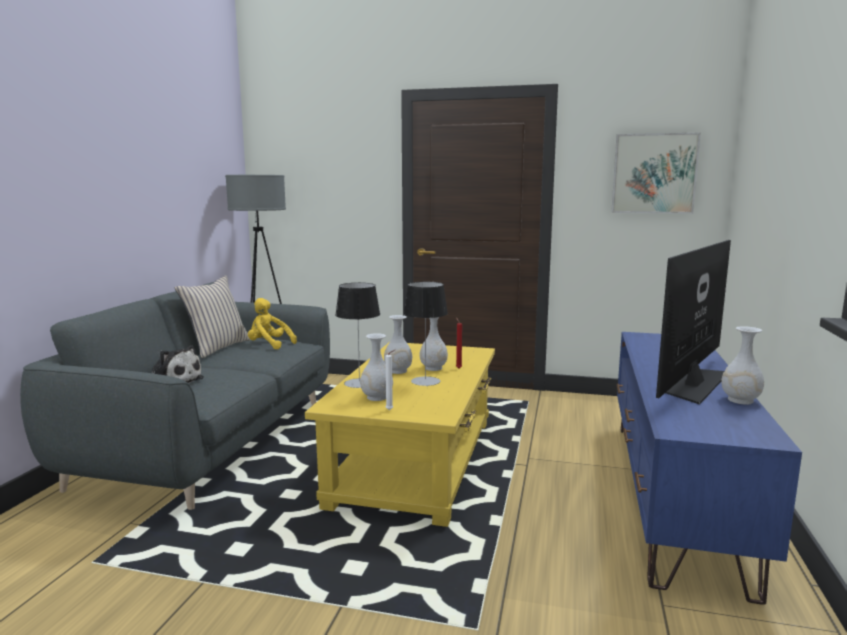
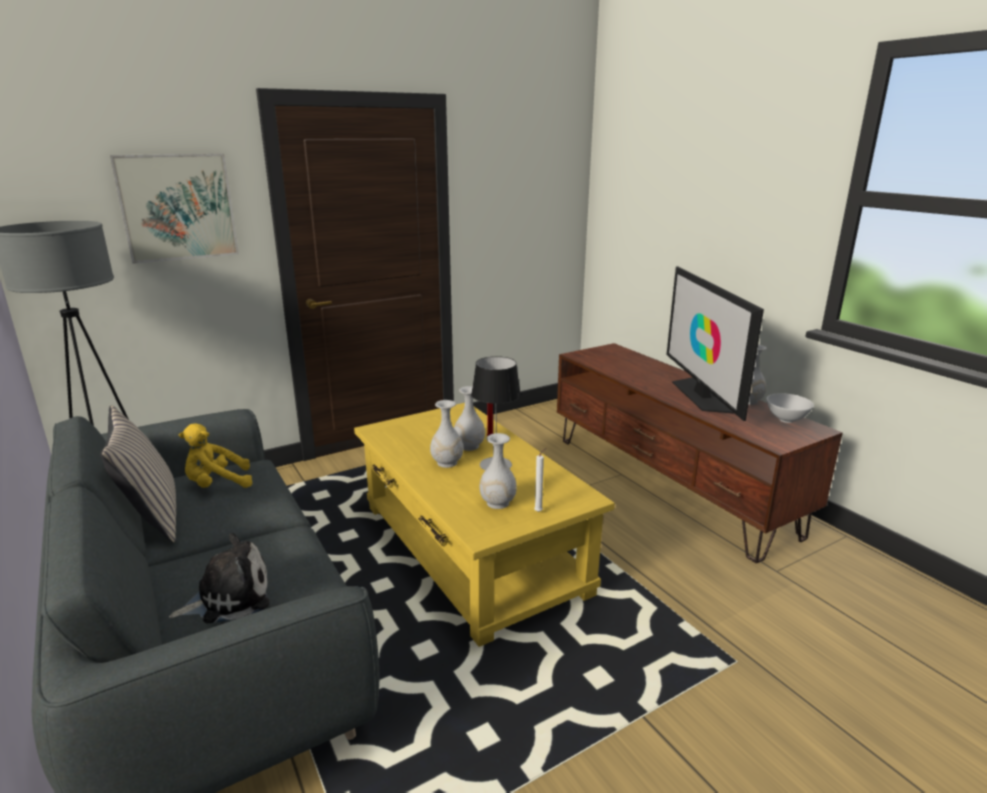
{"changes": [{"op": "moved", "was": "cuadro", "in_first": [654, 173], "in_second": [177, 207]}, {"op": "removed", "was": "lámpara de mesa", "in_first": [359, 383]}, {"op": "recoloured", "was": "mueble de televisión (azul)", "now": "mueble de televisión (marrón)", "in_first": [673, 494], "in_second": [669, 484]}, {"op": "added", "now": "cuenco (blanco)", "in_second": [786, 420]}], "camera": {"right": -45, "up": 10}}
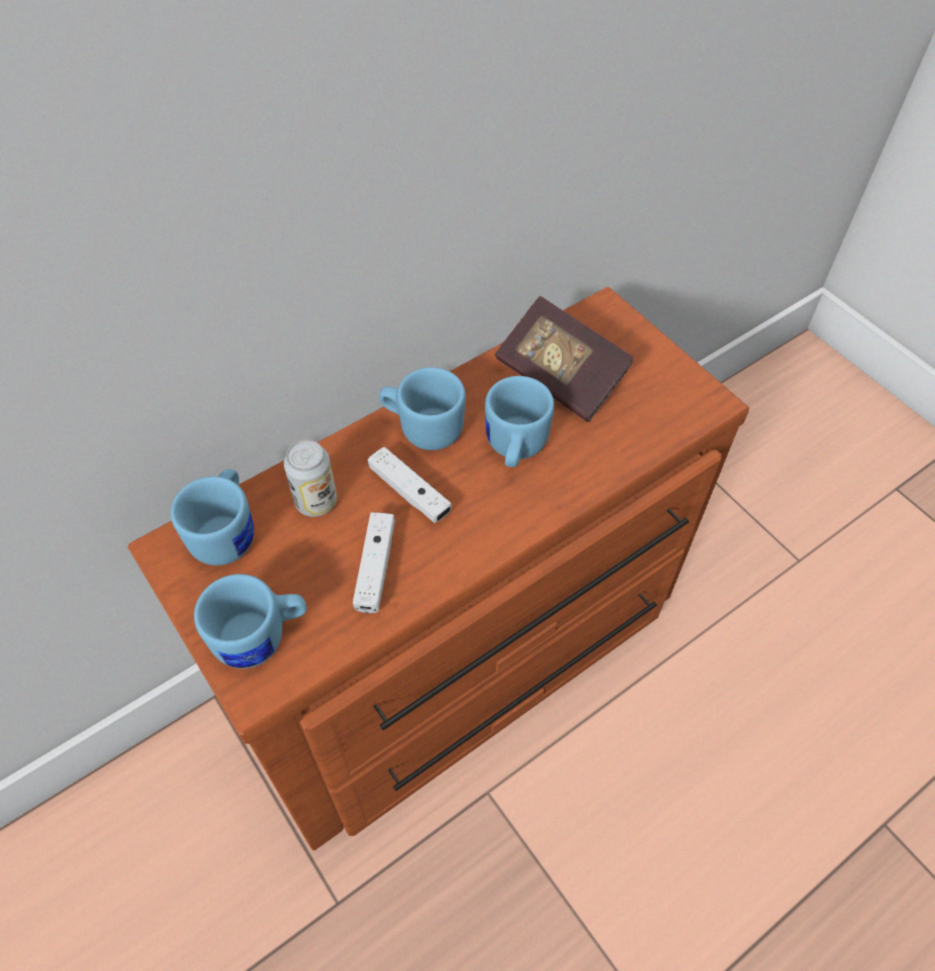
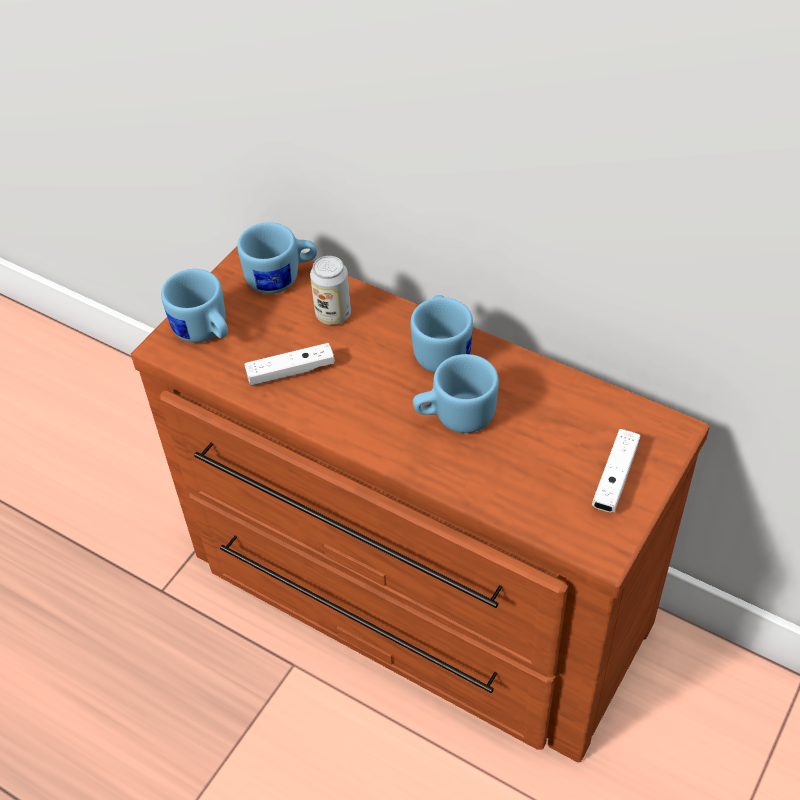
{"changes": [{"op": "removed", "was": "libro", "in_first": [560, 376]}, {"op": "moved", "was": "mando de consola (blanco)", "in_first": [409, 492], "in_second": [615, 478]}], "camera": {"right": 70, "up": -5}}
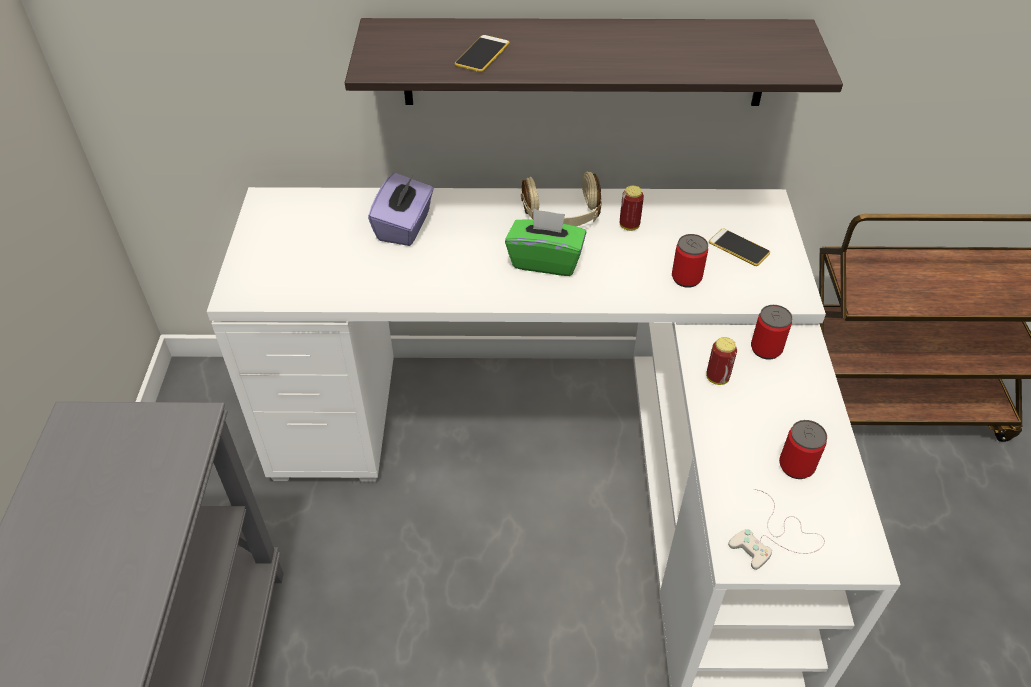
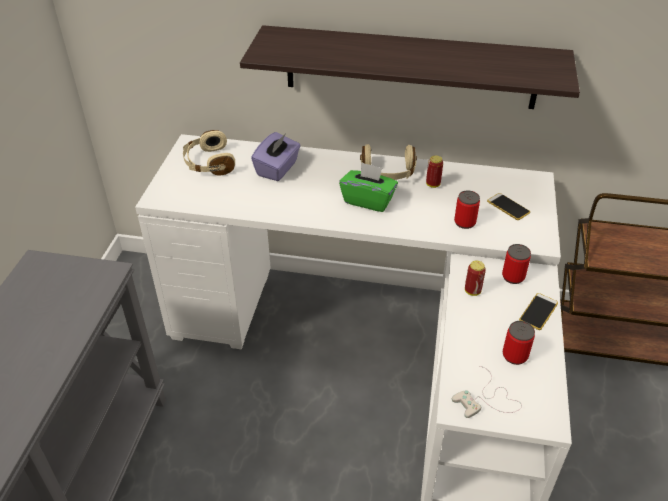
{"changes": [{"op": "moved", "was": "móvil", "in_first": [482, 54], "in_second": [538, 312]}, {"op": "added", "now": "auriculares (beis)", "in_second": [208, 163]}], "camera": {"right": 10, "up": -5}}
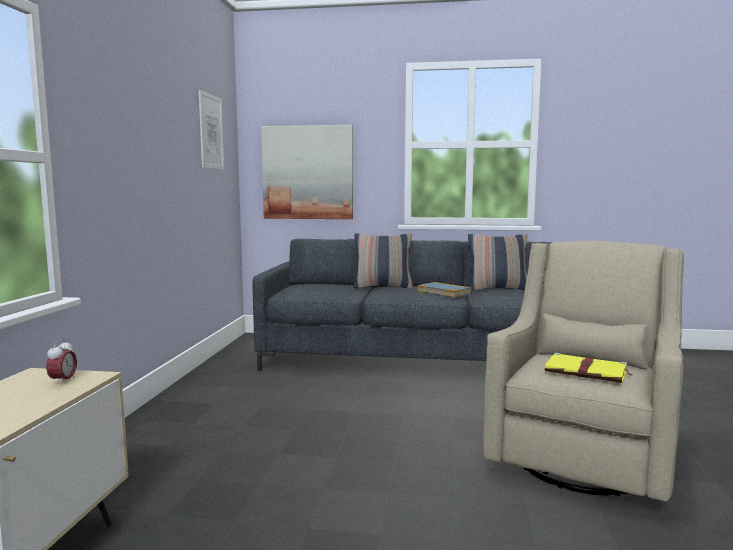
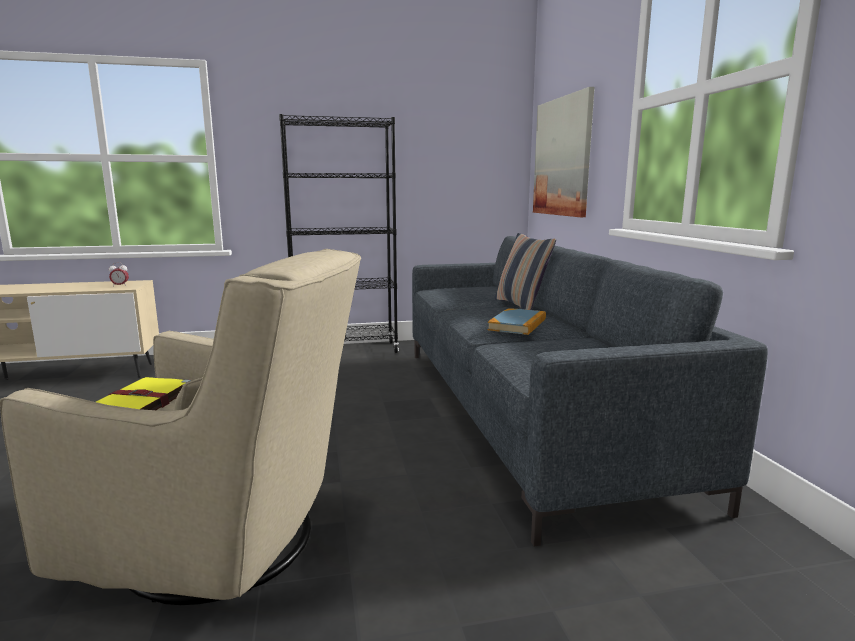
{"changes": [{"op": "removed", "was": "cuadro", "in_first": [211, 132]}, {"op": "removed", "was": "cojín", "in_first": [497, 289]}, {"op": "added", "now": "estantería (negro)", "in_second": [346, 350]}], "camera": {"right": 70, "up": 5}}
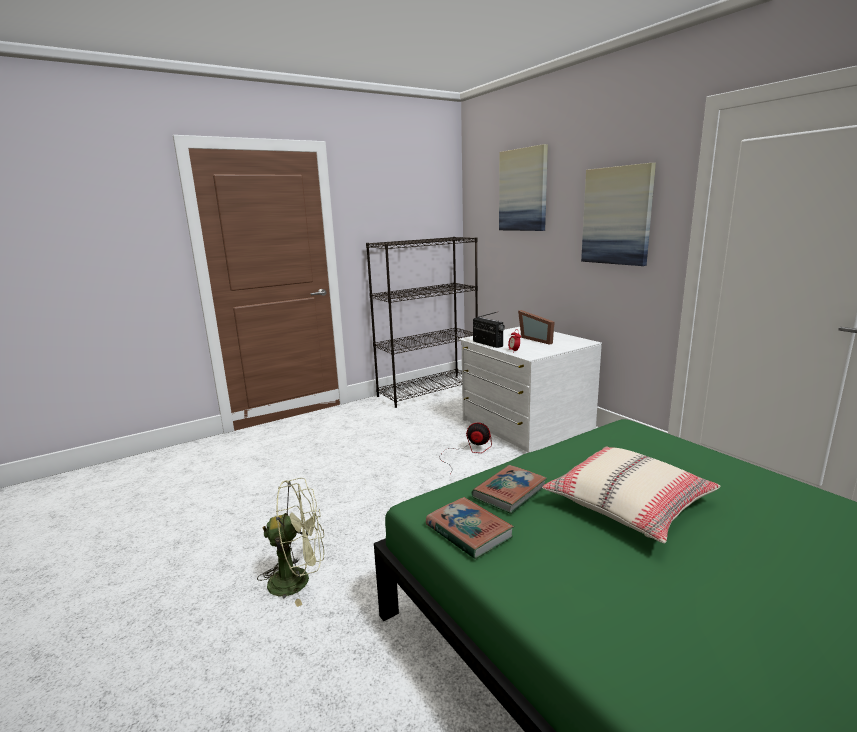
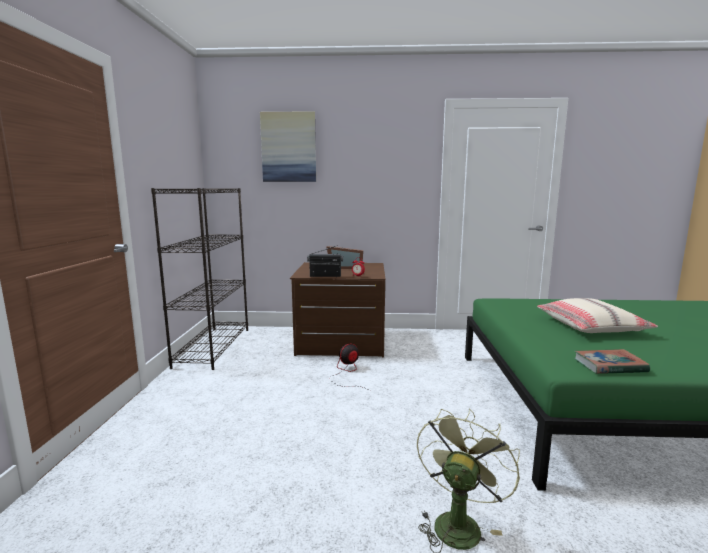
{"changes": [{"op": "removed", "was": "cuadro", "in_first": [617, 216]}, {"op": "recoloured", "was": "cómoda (blanco)", "now": "cómoda (marrón)", "in_first": [525, 425], "in_second": [341, 342]}, {"op": "removed", "was": "libro", "in_first": [509, 492]}], "camera": {"right": -55, "up": -5}}
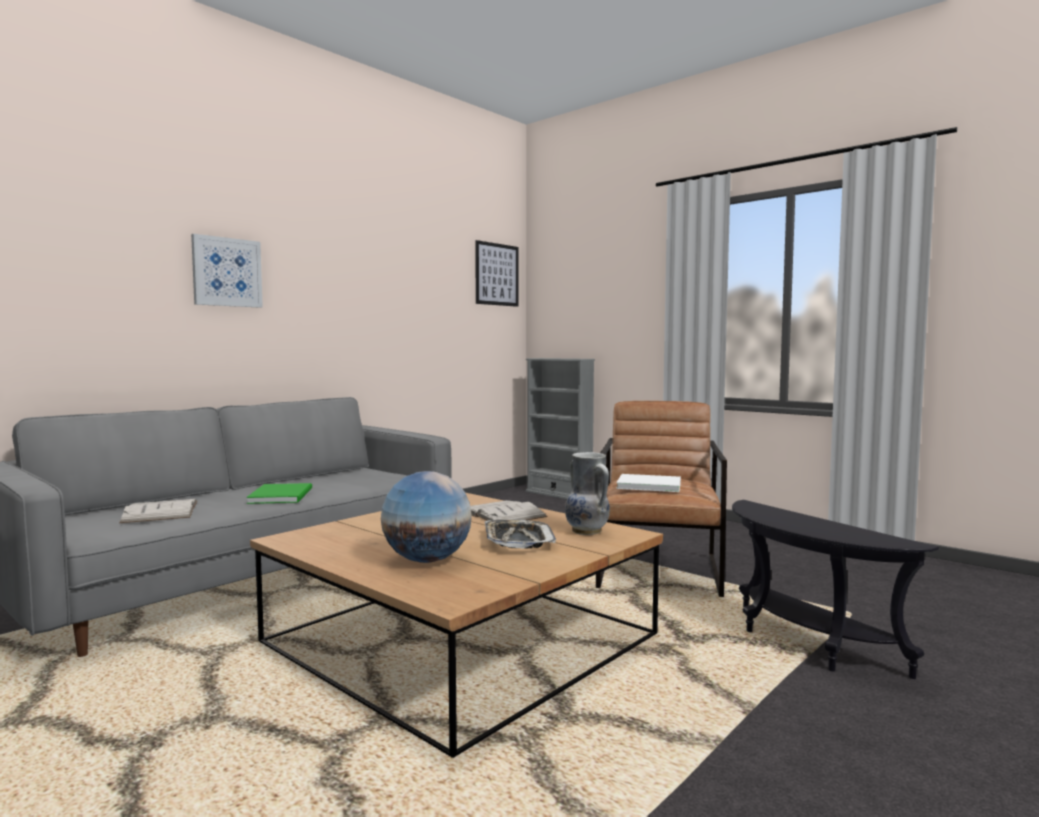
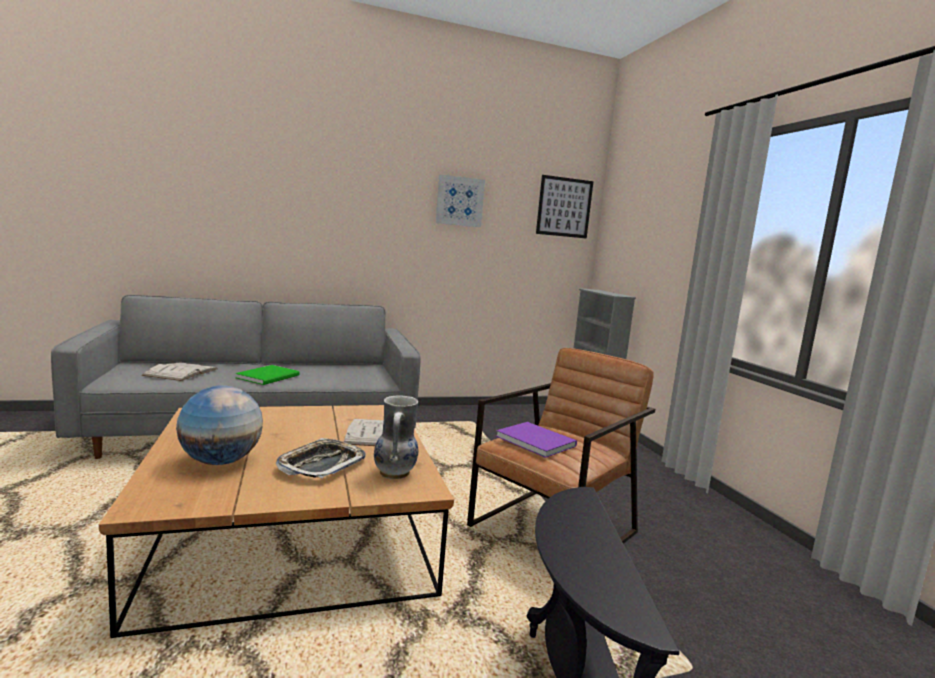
{"changes": [{"op": "moved", "was": "cuadro", "in_first": [227, 272], "in_second": [459, 201]}, {"op": "recoloured", "was": "libro (blanco)", "now": "libro (morado)", "in_first": [647, 485], "in_second": [535, 440]}], "camera": {"right": 30, "up": 5}}
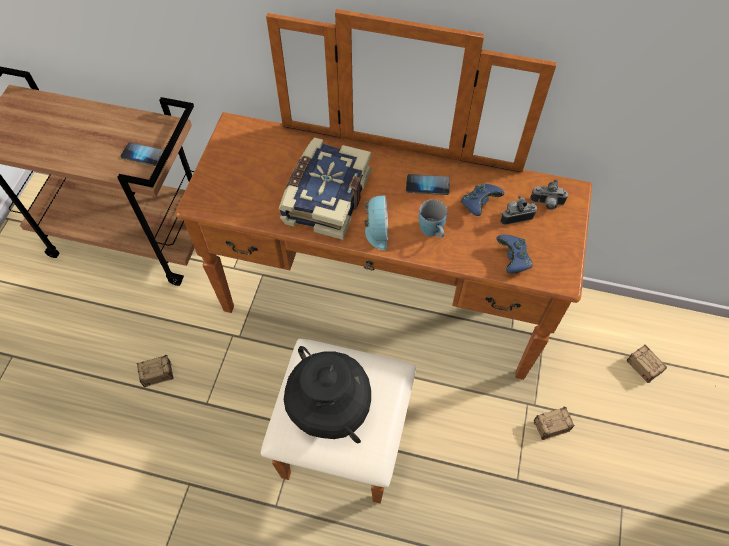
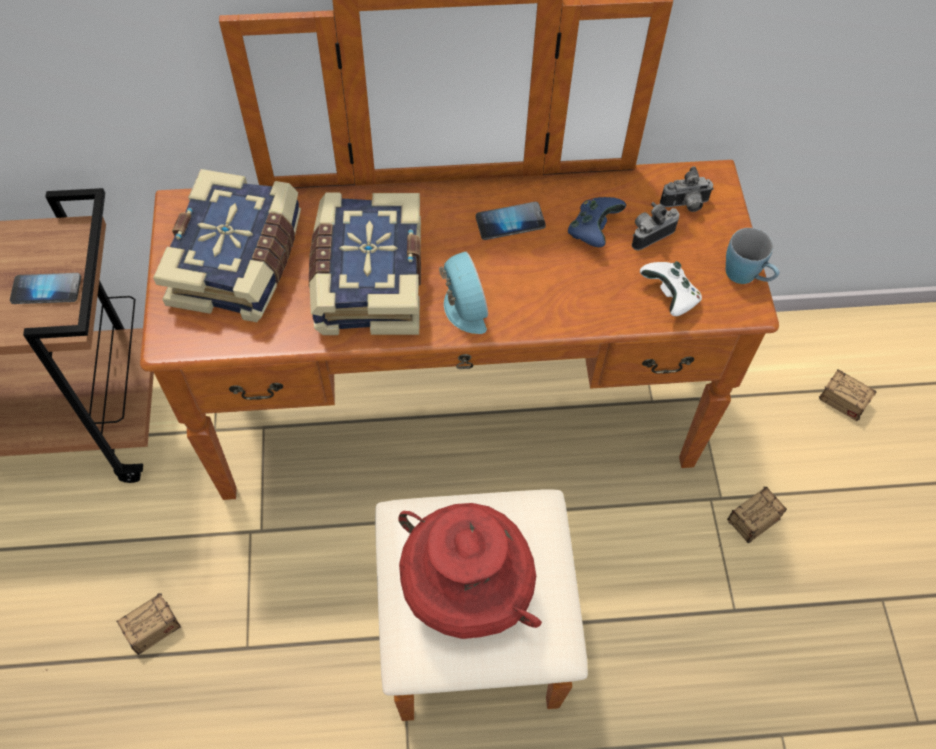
{"changes": [{"op": "moved", "was": "taza grande (azul)", "in_first": [433, 232], "in_second": [747, 276]}, {"op": "recoloured", "was": "mando de consola (azul)", "now": "mando de consola (blanco)", "in_first": [513, 260], "in_second": [670, 297]}, {"op": "recoloured", "was": "florero (negro)", "now": "florero (rojo)", "in_first": [330, 409], "in_second": [467, 592]}, {"op": "added", "now": "libro", "in_second": [239, 262]}], "camera": {"right": -20, "up": 0}}
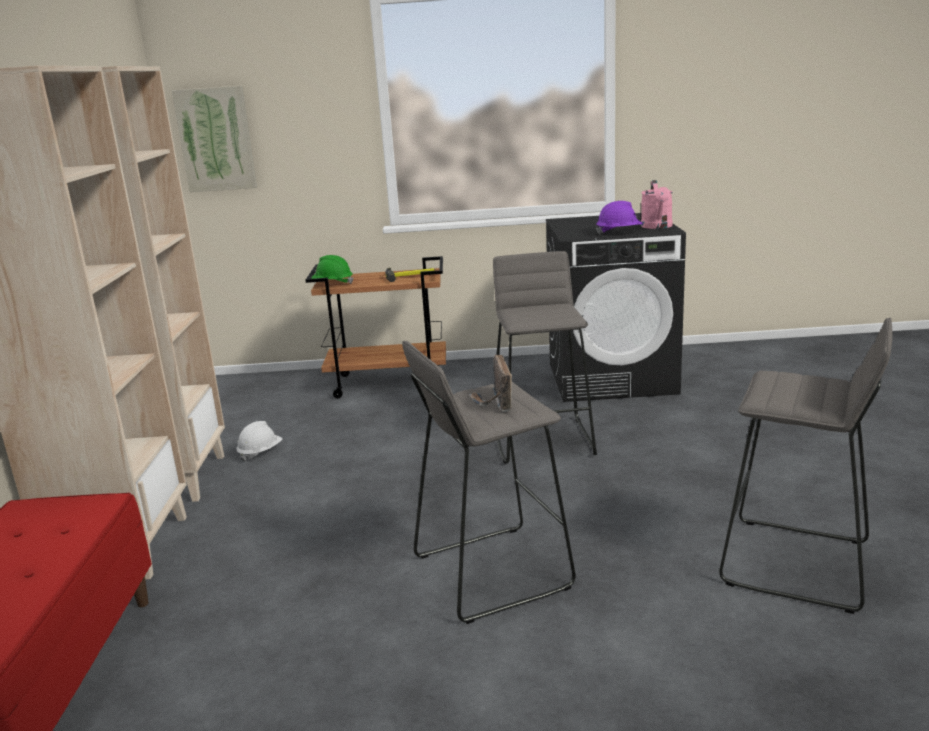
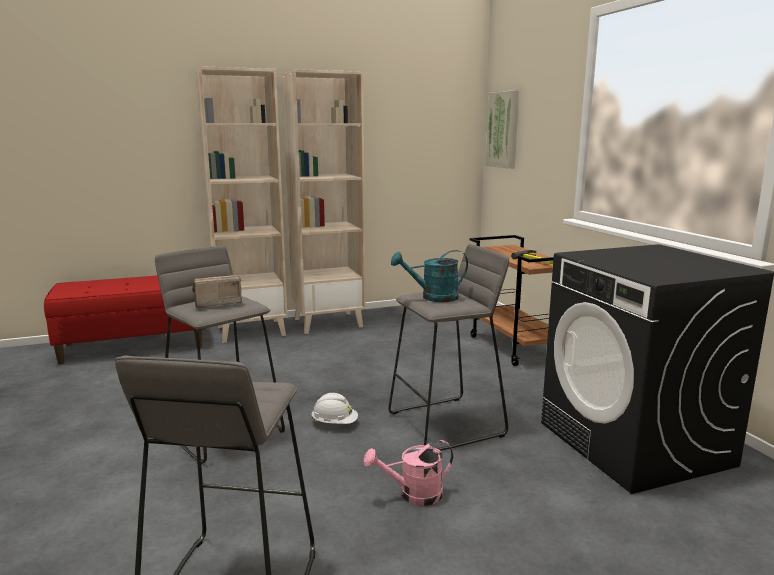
{"changes": [{"op": "moved", "was": "regadera (rosa)", "in_first": [657, 227], "in_second": [413, 495]}, {"op": "removed", "was": "casco (morado)", "in_first": [619, 232]}, {"op": "removed", "was": "casco (verde)", "in_first": [332, 284]}, {"op": "moved", "was": "casco (blanco)", "in_first": [260, 453], "in_second": [335, 423]}, {"op": "added", "now": "regadera (turquesa)", "in_second": [433, 297]}], "camera": {"right": 70, "up": -5}}
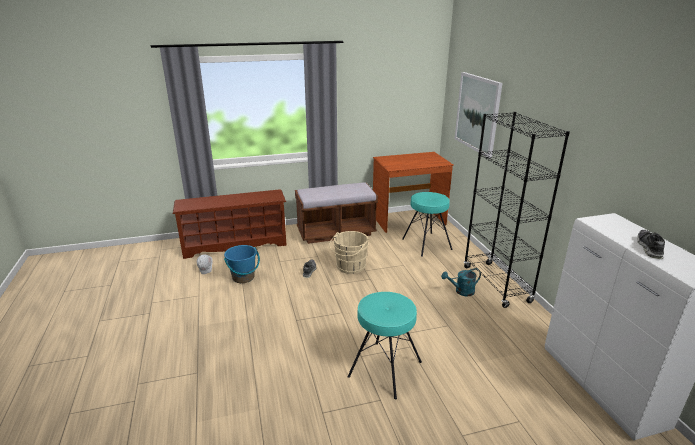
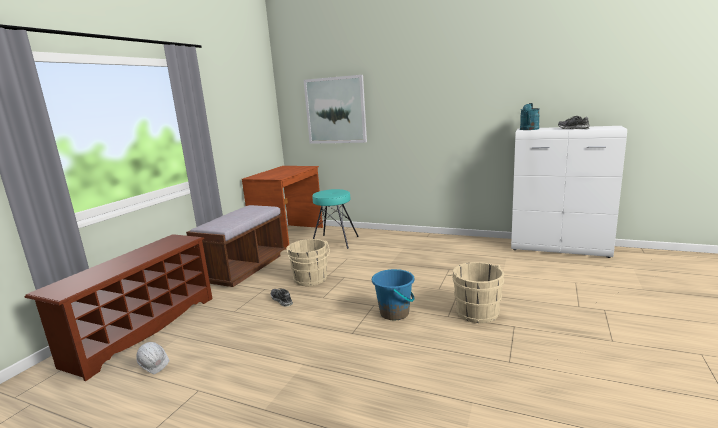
{"changes": [{"op": "removed", "was": "estantería (negro)", "in_first": [496, 284]}, {"op": "moved", "was": "cubo (azul)", "in_first": [243, 277], "in_second": [394, 313]}, {"op": "moved", "was": "regadera (turquesa)", "in_first": [461, 291], "in_second": [529, 129]}, {"op": "replaced", "was": "taburete (turquesa)", "now": "cubo (beis)", "in_first": [384, 369], "in_second": [475, 311]}], "camera": {"right": -50, "up": -10}}
